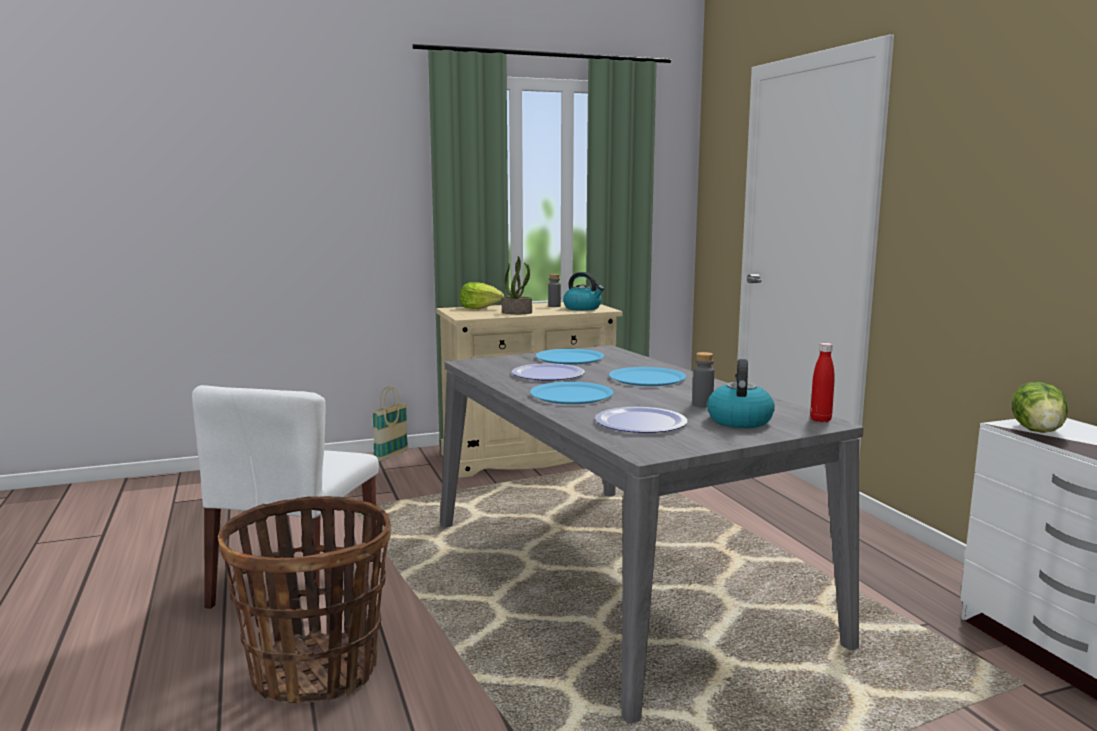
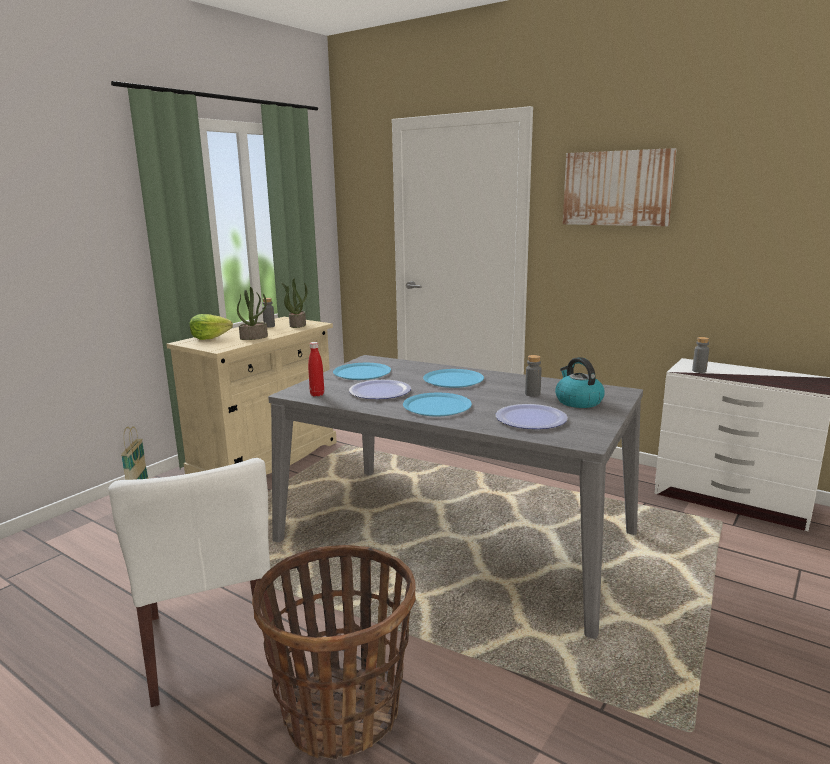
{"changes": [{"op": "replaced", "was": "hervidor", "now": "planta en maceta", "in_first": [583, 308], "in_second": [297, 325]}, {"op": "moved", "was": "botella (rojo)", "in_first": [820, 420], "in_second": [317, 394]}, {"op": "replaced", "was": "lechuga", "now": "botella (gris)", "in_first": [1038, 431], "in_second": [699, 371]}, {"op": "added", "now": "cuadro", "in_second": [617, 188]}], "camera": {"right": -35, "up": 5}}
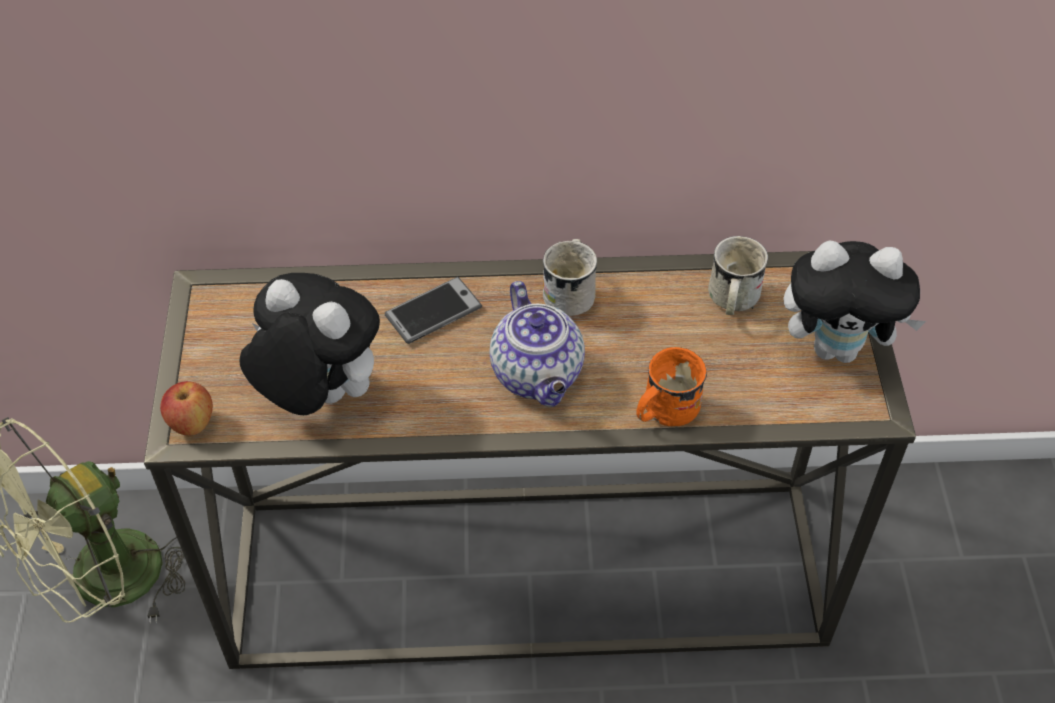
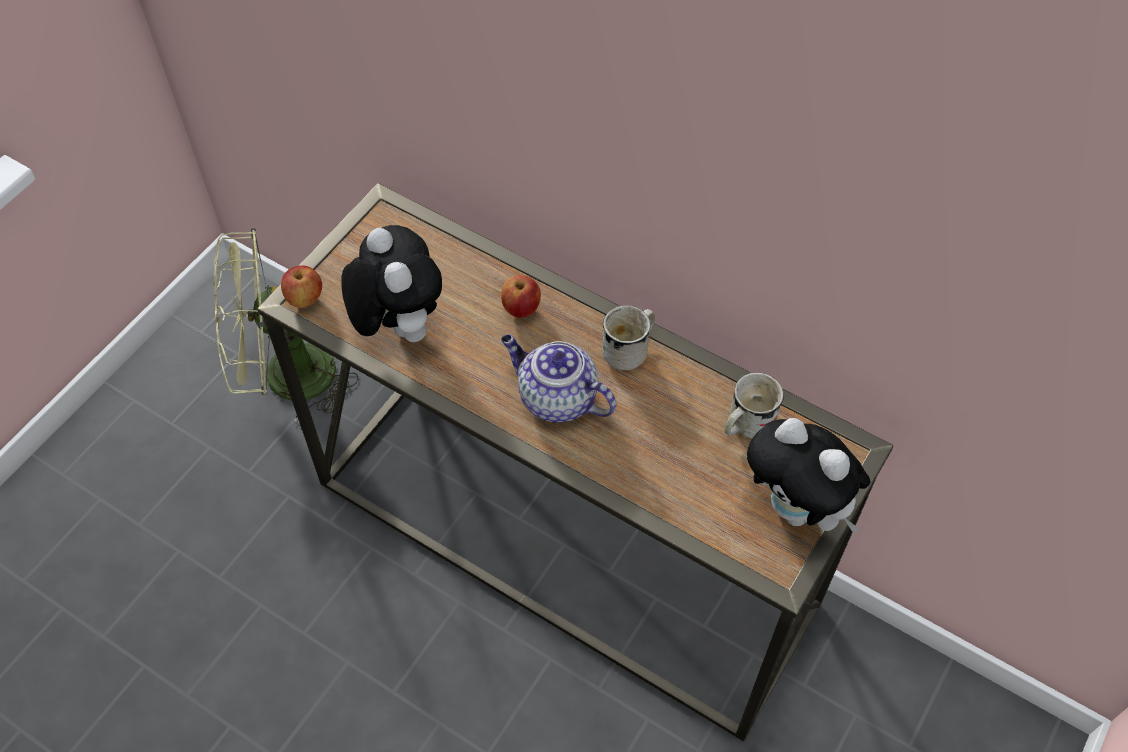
{"changes": [{"op": "replaced", "was": "móvil", "now": "manzana", "in_first": [433, 311], "in_second": [521, 308]}, {"op": "turned", "was": "tetera", "in_first": [538, 375], "in_second": [555, 398], "clockwise": 105}, {"op": "removed", "was": "taza grande (naranja)", "in_first": [663, 411]}], "camera": {"right": 35, "up": 5}}
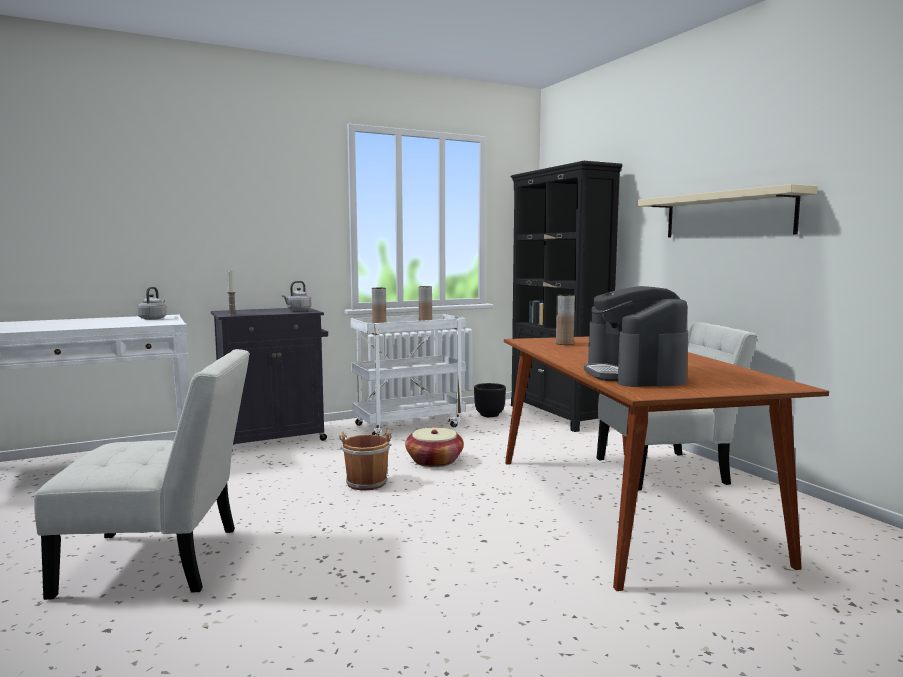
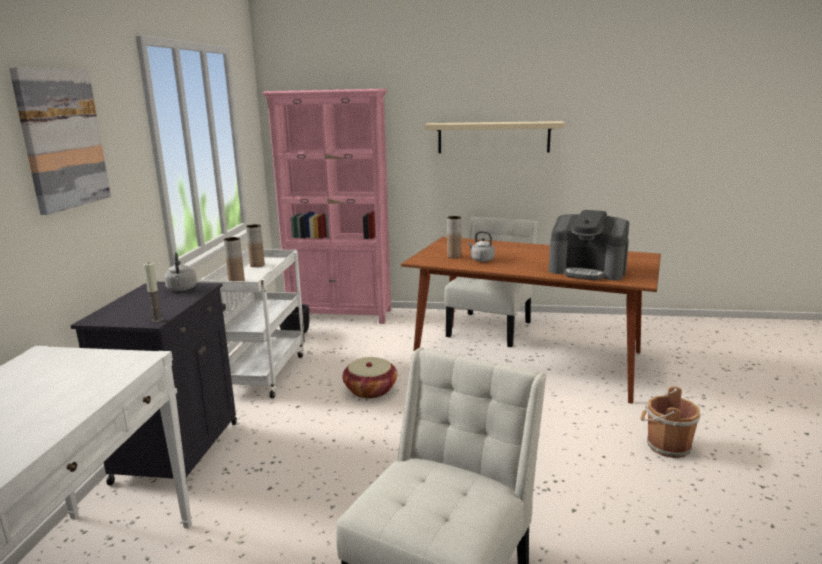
{"changes": [{"op": "recoloured", "was": "estantería (negro)", "now": "estantería (rosa)", "in_first": [558, 415], "in_second": [340, 315]}, {"op": "moved", "was": "hervidor (gris)", "in_first": [153, 319], "in_second": [481, 260]}, {"op": "moved", "was": "cubo (marrón)", "in_first": [366, 482], "in_second": [666, 446]}, {"op": "added", "now": "cuadro", "in_second": [61, 139]}], "camera": {"right": -55, "up": 10}}
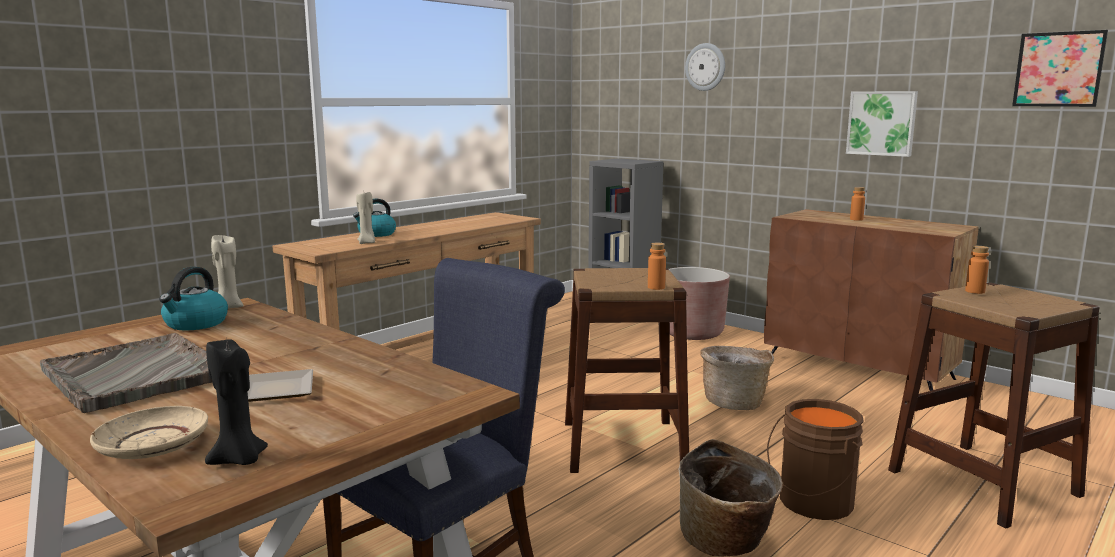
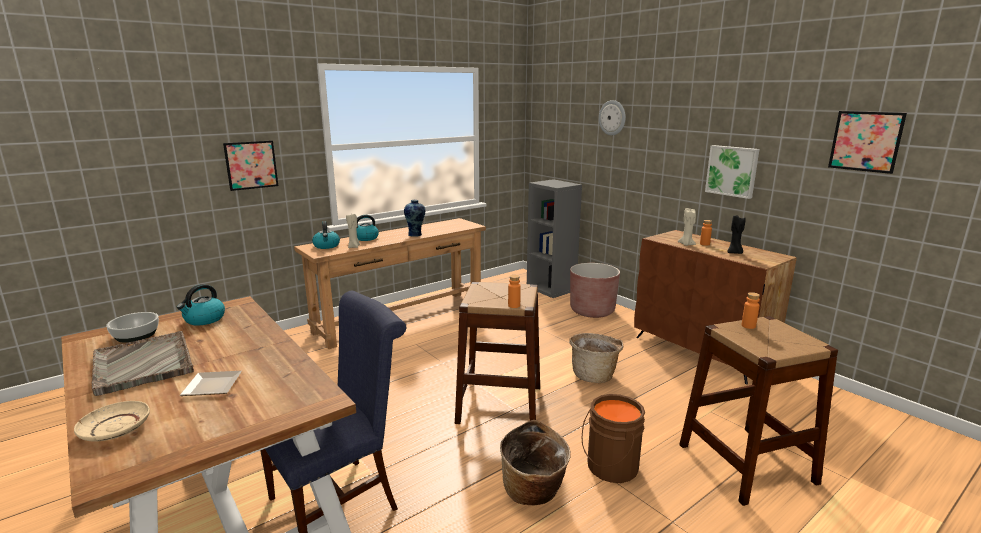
{"changes": [{"op": "moved", "was": "vela (beis)", "in_first": [228, 307], "in_second": [686, 244]}, {"op": "moved", "was": "vela (negro)", "in_first": [239, 460], "in_second": [734, 253]}, {"op": "added", "now": "cuadro", "in_second": [251, 165]}, {"op": "added", "now": "florero", "in_second": [415, 235]}, {"op": "added", "now": "hervidor", "in_second": [326, 246]}, {"op": "added", "now": "cuenco", "in_second": [136, 335]}], "camera": {"right": 10, "up": 5}}
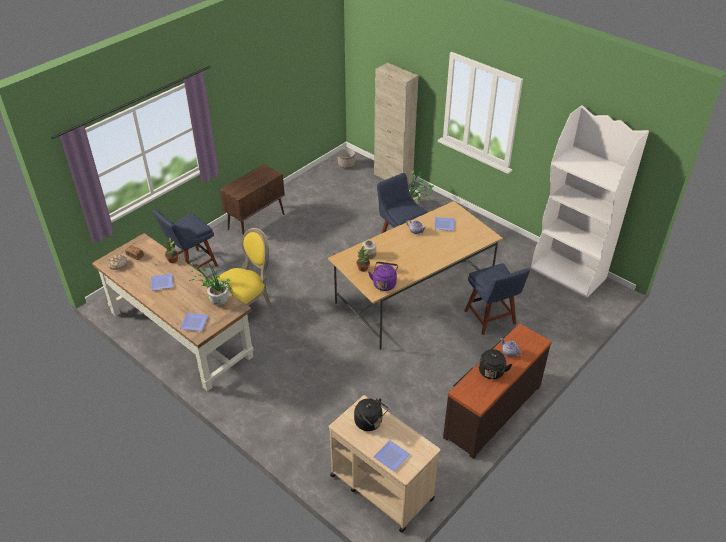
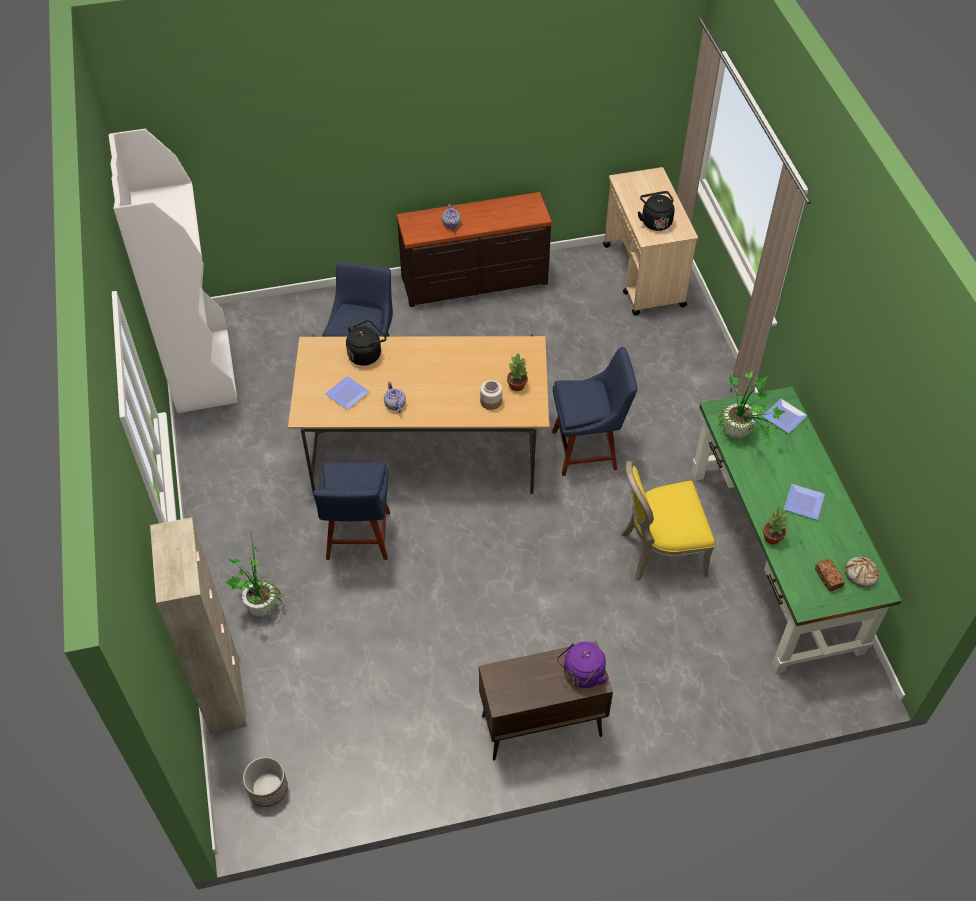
{"changes": [{"op": "moved", "was": "silla (azul)", "in_first": [191, 266], "in_second": [588, 449]}, {"op": "recoloured", "was": "escritorio (marrón)", "now": "escritorio (verde)", "in_first": [179, 334], "in_second": [775, 559]}, {"op": "moved", "was": "hervidor (morado)", "in_first": [384, 283], "in_second": [582, 675]}, {"op": "moved", "was": "hervidor (negro)", "in_first": [491, 373], "in_second": [366, 354]}, {"op": "removed", "was": "plato", "in_first": [391, 458]}], "camera": {"right": -145, "up": 10}}
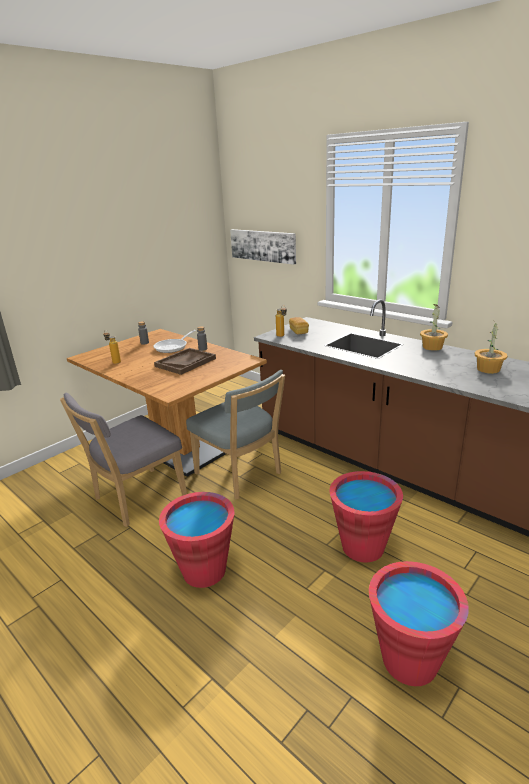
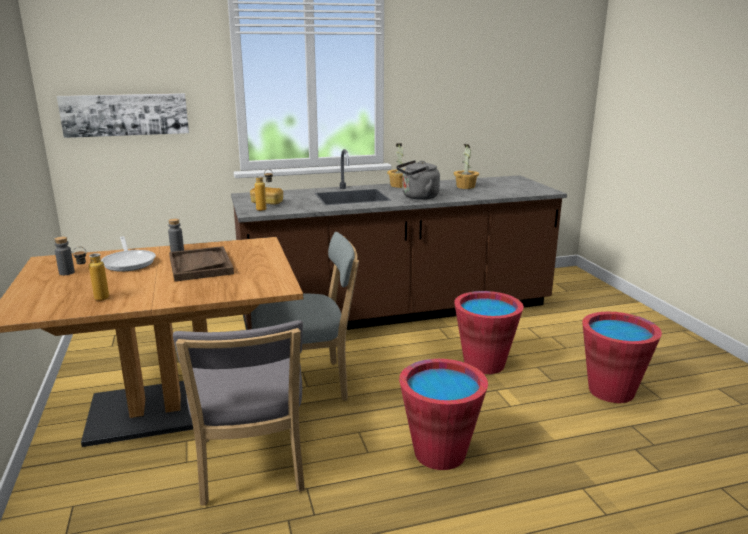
{"changes": [{"op": "added", "now": "hervidor (gris)", "in_second": [418, 197]}], "camera": {"right": -60, "up": -5}}
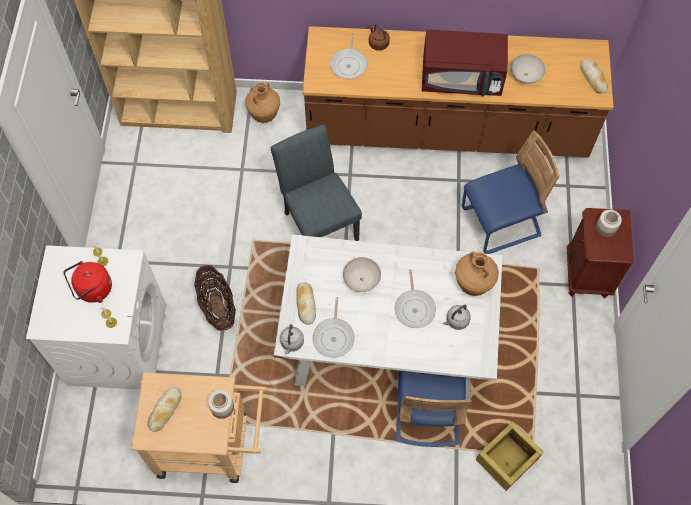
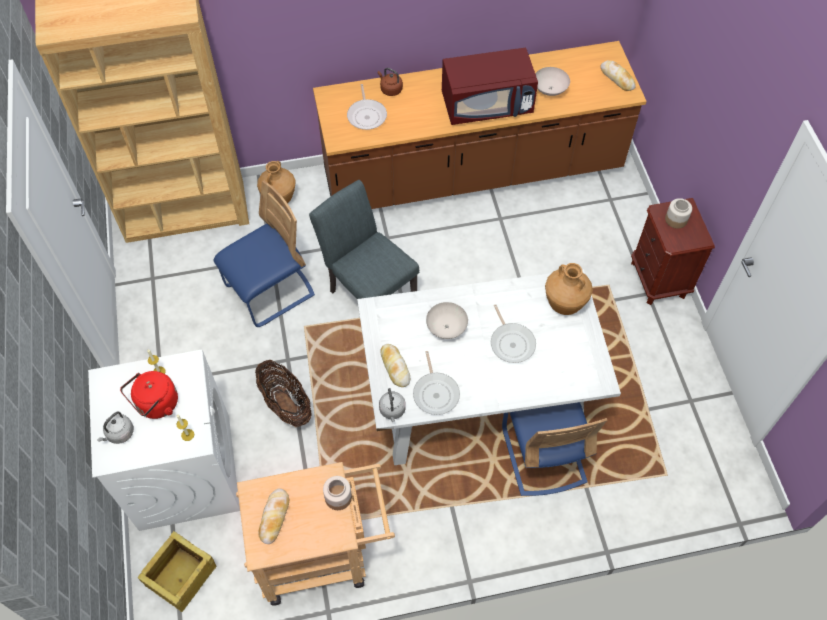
{"changes": [{"op": "moved", "was": "silla (azul)", "in_first": [500, 223], "in_second": [270, 292]}, {"op": "moved", "was": "hervidor (gris)", "in_first": [456, 321], "in_second": [119, 434]}, {"op": "moved", "was": "caja de embalaje", "in_first": [506, 459], "in_second": [180, 575]}], "camera": {"right": -15, "up": -5}}
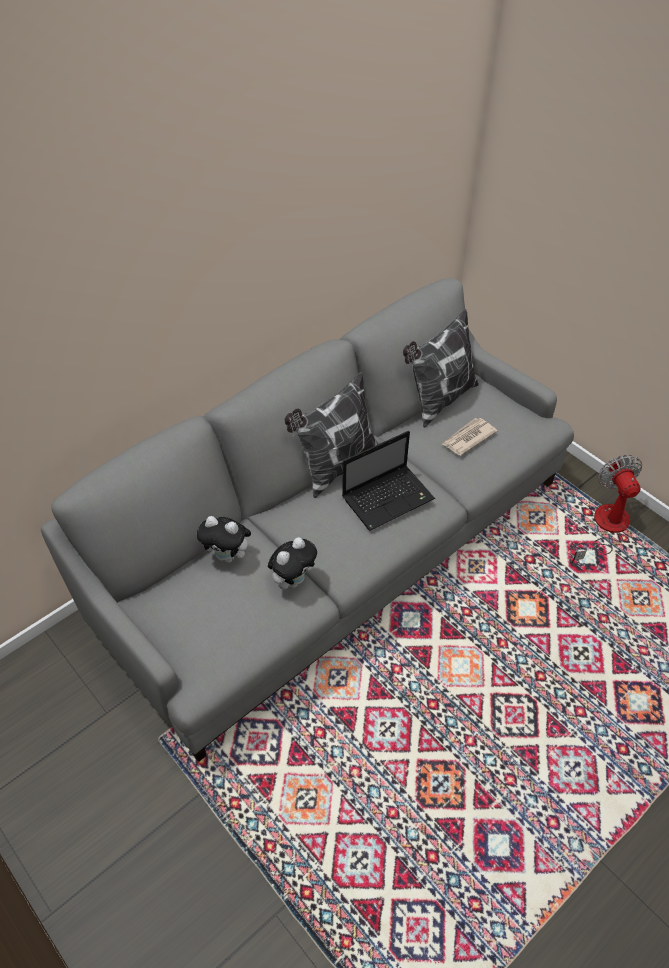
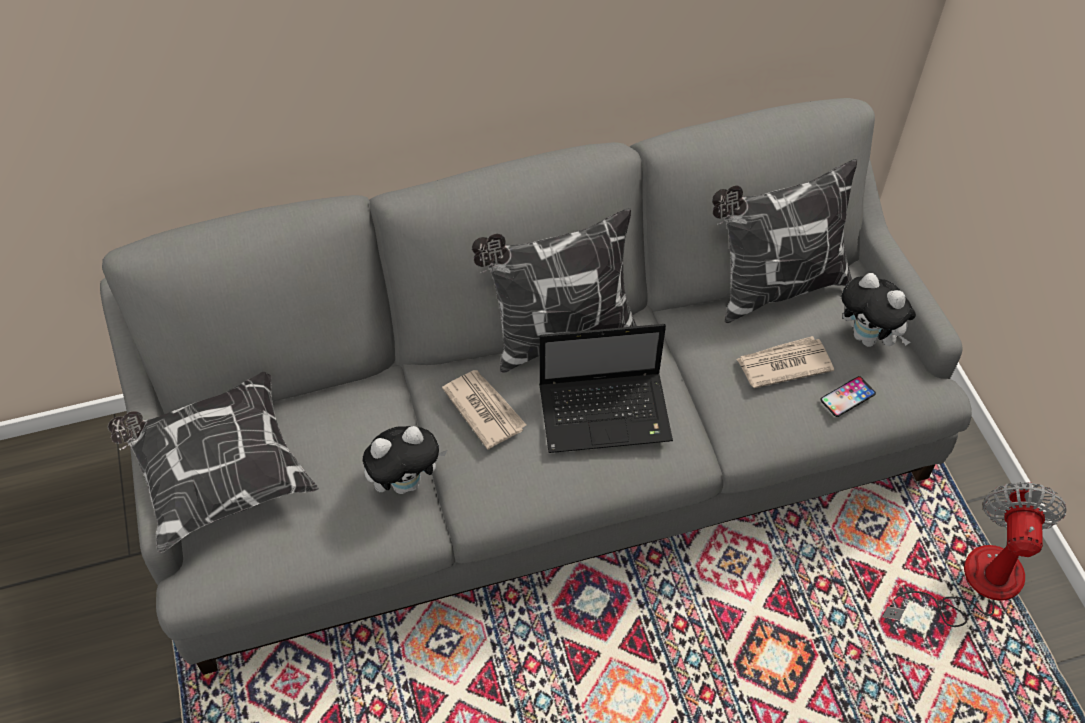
{"changes": [{"op": "moved", "was": "peluche", "in_first": [229, 556], "in_second": [868, 338]}, {"op": "added", "now": "periódico", "in_second": [484, 409]}, {"op": "added", "now": "cojín", "in_second": [219, 475]}, {"op": "added", "now": "móvil", "in_second": [847, 397]}], "camera": {"right": 25, "up": 5}}
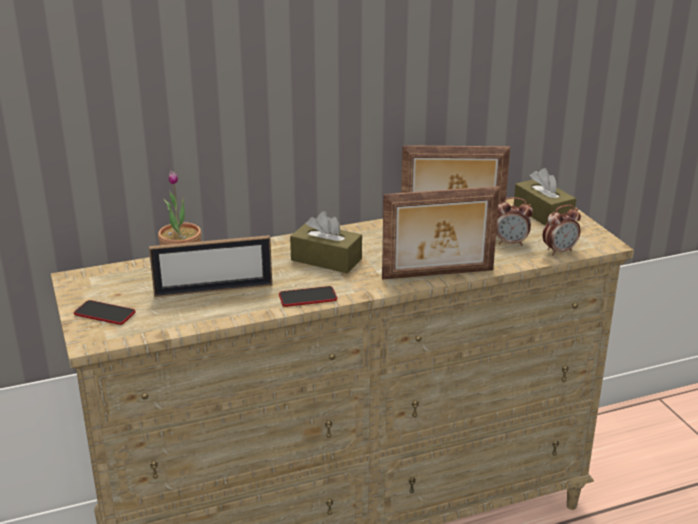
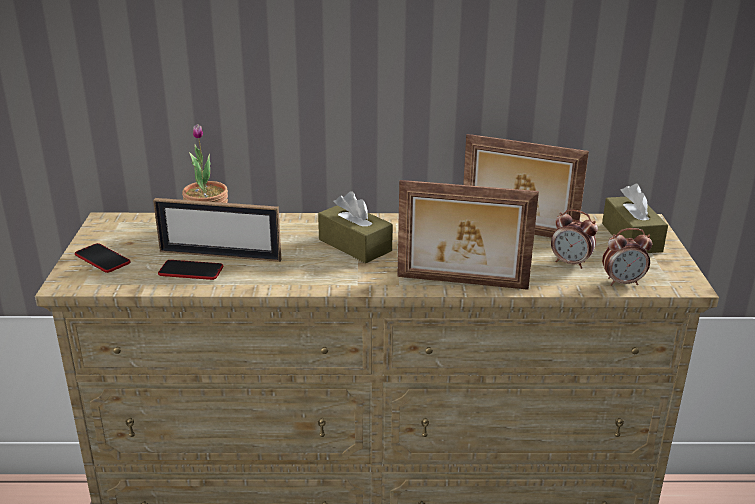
{"changes": [{"op": "moved", "was": "móvil", "in_first": [307, 297], "in_second": [191, 271]}], "camera": {"right": 20, "up": 0}}
